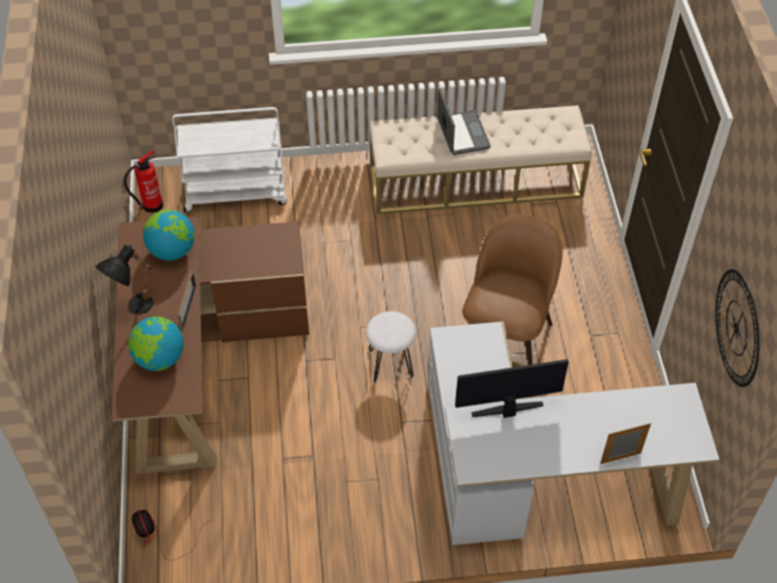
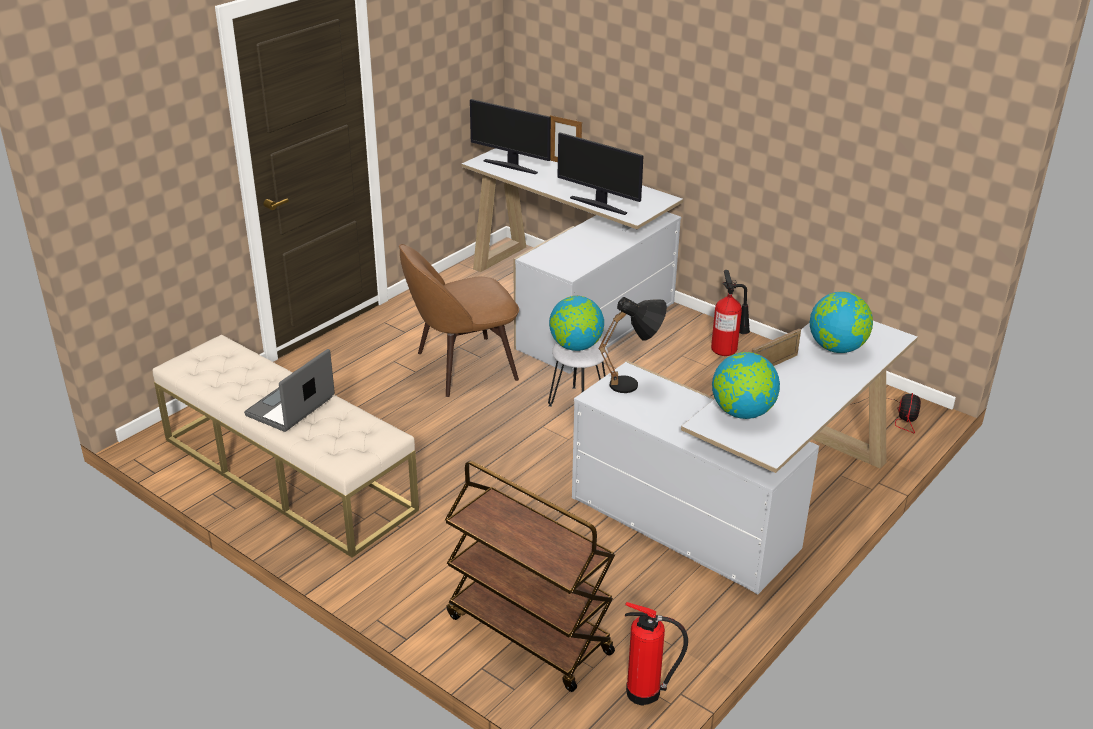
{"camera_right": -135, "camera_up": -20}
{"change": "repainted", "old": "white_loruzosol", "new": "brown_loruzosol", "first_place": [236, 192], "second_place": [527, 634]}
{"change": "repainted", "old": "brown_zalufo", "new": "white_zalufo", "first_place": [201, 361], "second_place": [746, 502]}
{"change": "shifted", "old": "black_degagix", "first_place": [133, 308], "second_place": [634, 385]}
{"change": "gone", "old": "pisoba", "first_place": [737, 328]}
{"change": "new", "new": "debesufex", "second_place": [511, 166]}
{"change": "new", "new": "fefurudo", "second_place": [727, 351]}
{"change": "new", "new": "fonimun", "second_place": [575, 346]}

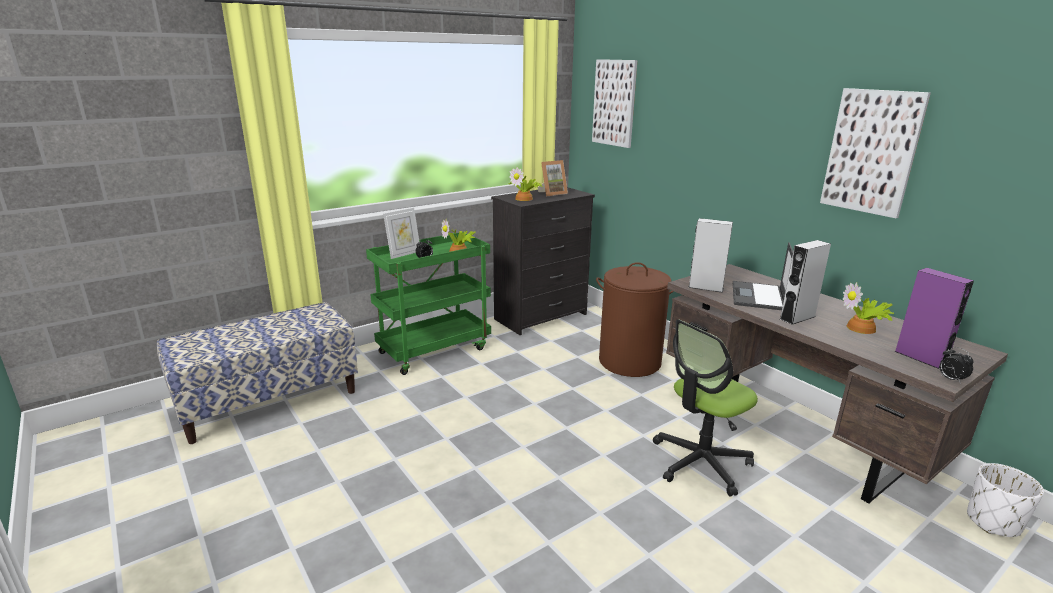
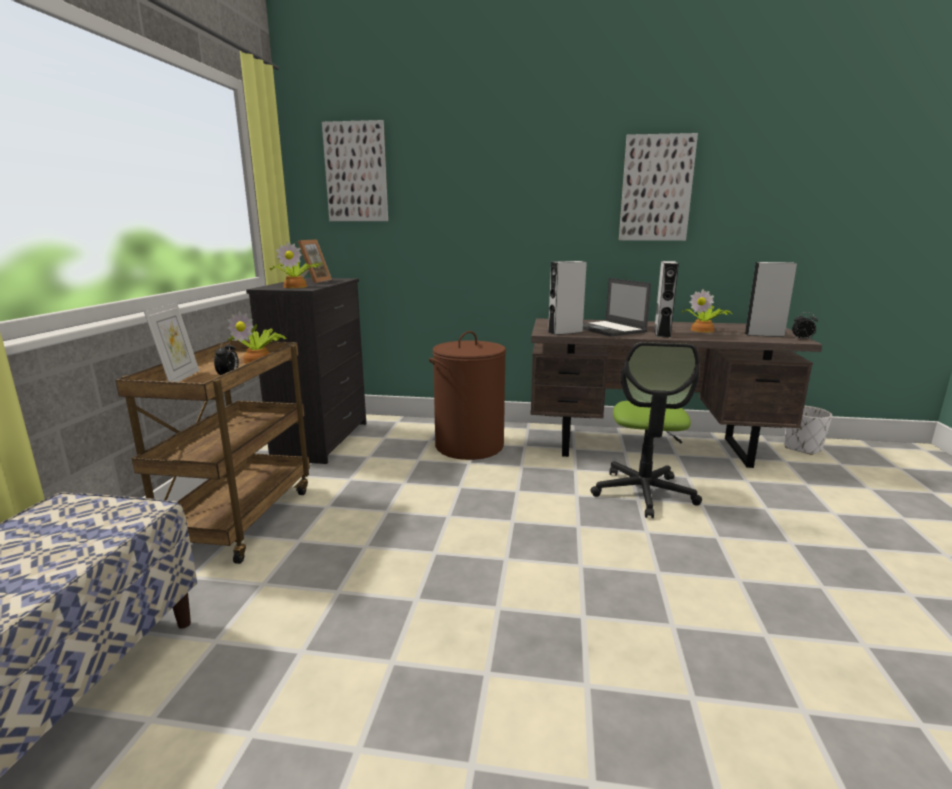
{"camera_right": -45, "camera_up": -5}
{"change": "repainted", "old": "green_loruzosol", "new": "brown_loruzosol", "first_place": [434, 350], "second_place": [240, 518]}
{"change": "repainted", "old": "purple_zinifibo", "new": "grey_zinifibo", "first_place": [920, 358], "second_place": [764, 335]}

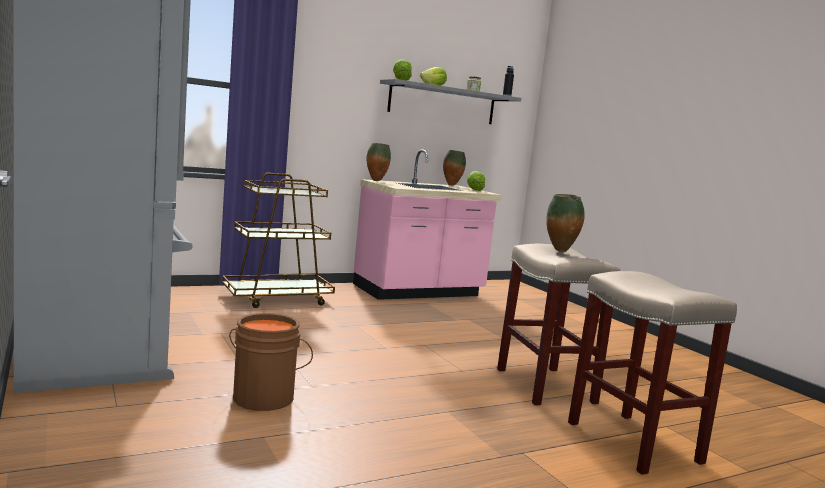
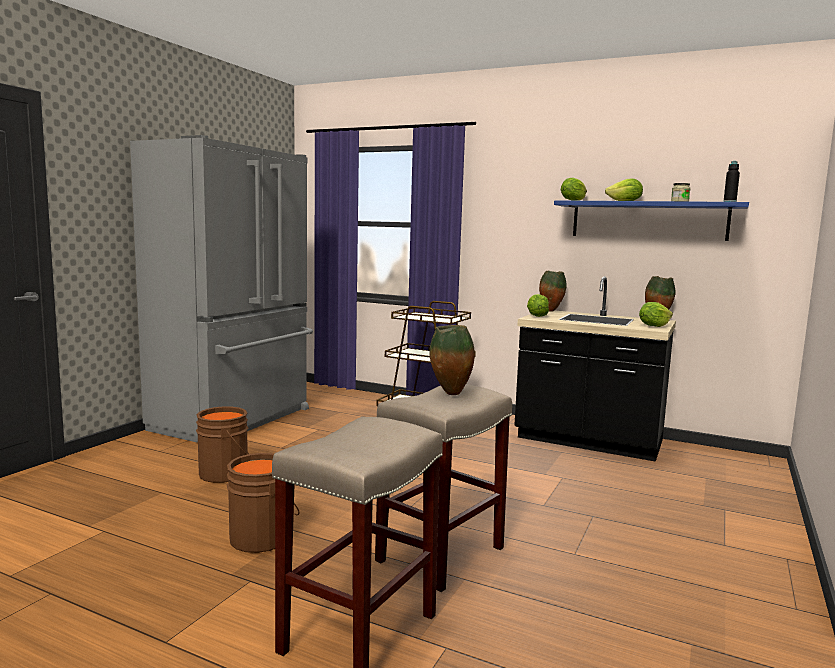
{"camera_right": 55, "camera_up": 0}
{"change": "repainted", "old": "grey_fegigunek", "new": "blue_fegigunek", "first_place": [443, 103], "second_place": [648, 220]}
{"change": "repainted", "old": "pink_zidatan", "new": "black_zidatan", "first_place": [419, 291], "second_place": [588, 441]}
{"change": "new", "new": "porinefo", "second_place": [536, 316]}
{"change": "new", "new": "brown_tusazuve", "second_place": [263, 537]}

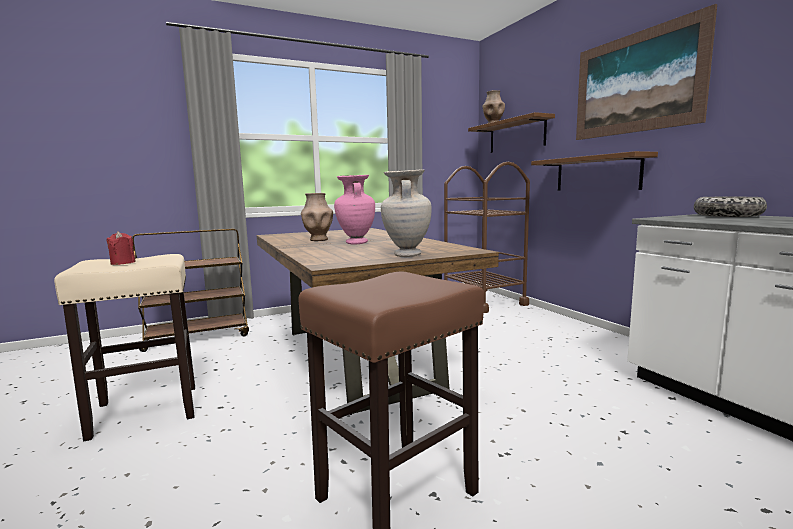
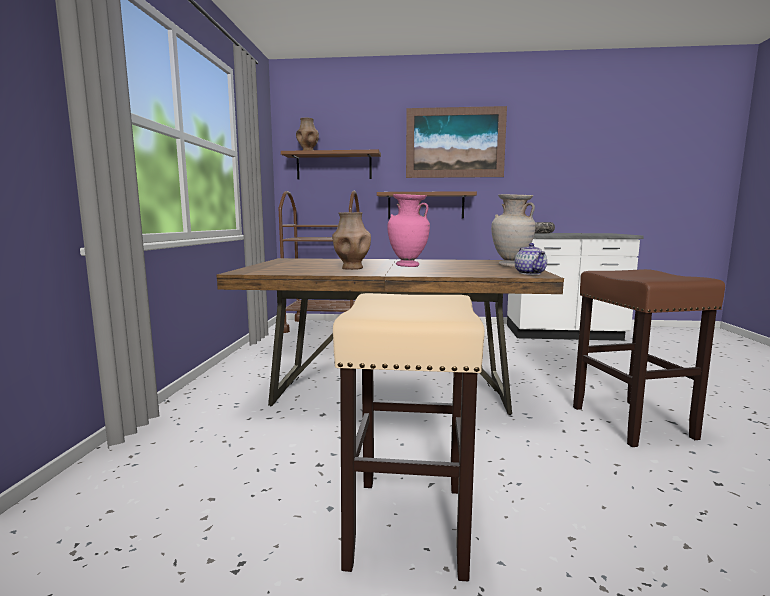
{"camera_right": -60, "camera_up": 0}
{"change": "gone", "old": "brown_loruzosol", "first_place": [198, 337]}
{"change": "gone", "old": "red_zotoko", "first_place": [123, 263]}
{"change": "new", "new": "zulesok", "second_place": [530, 273]}

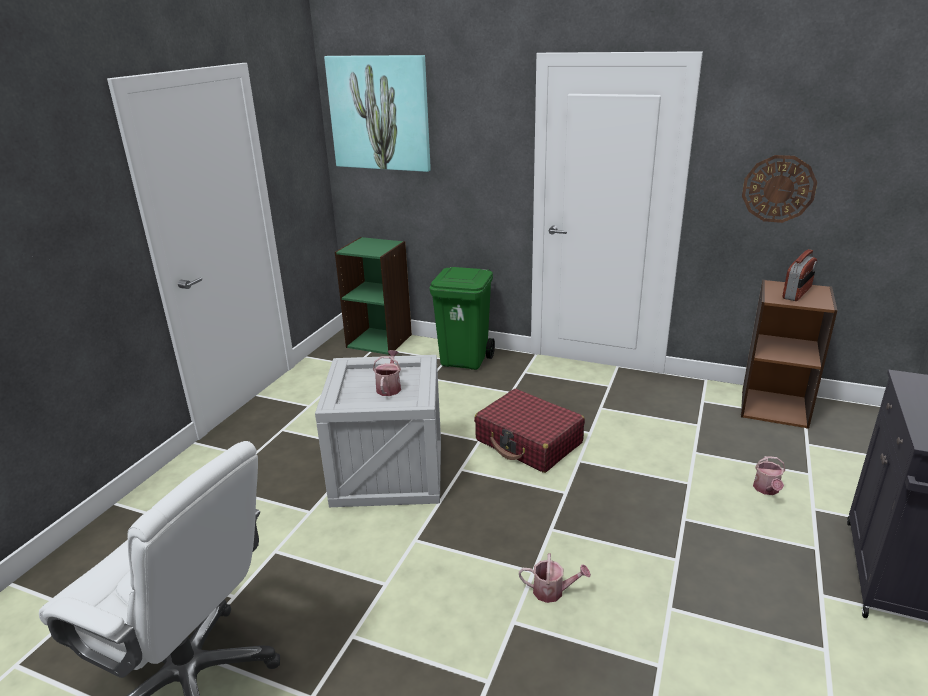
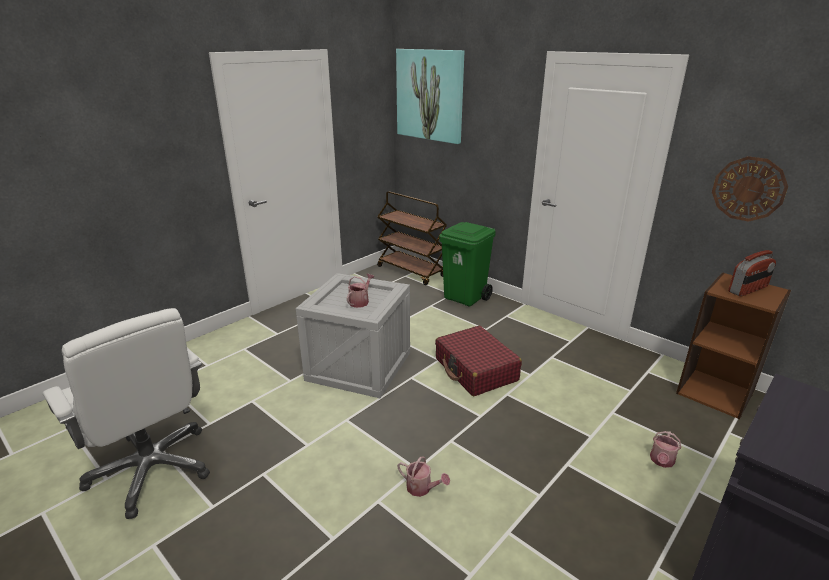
{"camera_right": 20, "camera_up": 0}
{"change": "swapped", "old": "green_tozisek", "new": "brown_loruzosol", "first_place": [379, 340], "second_place": [411, 271]}

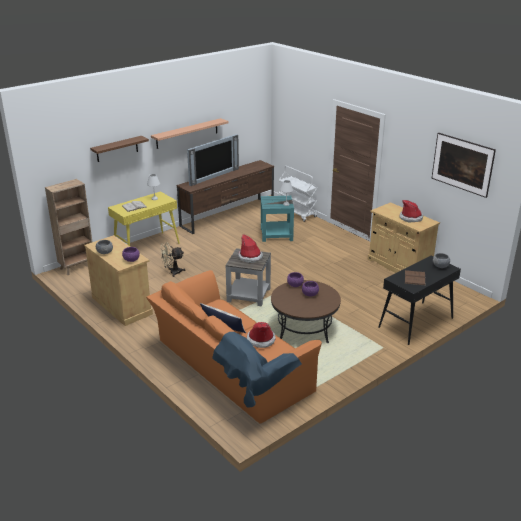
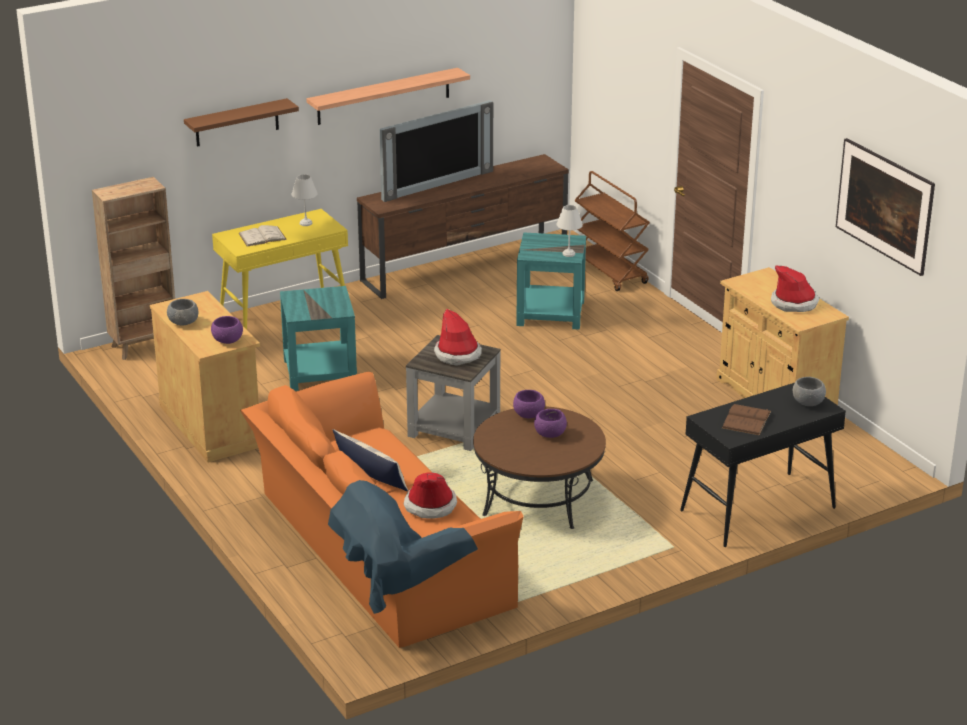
{"camera_right": 10, "camera_up": 0}
{"change": "repainted", "old": "white_loruzosol", "new": "brown_loruzosol", "first_place": [297, 213], "second_place": [610, 272]}
{"change": "swapped", "old": "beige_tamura", "new": "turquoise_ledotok", "first_place": [172, 272], "second_place": [321, 372]}

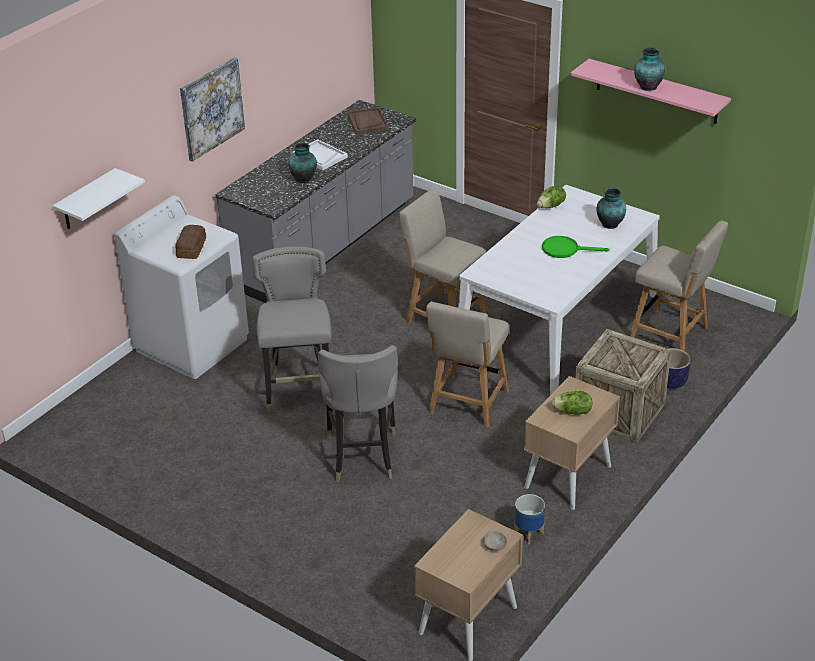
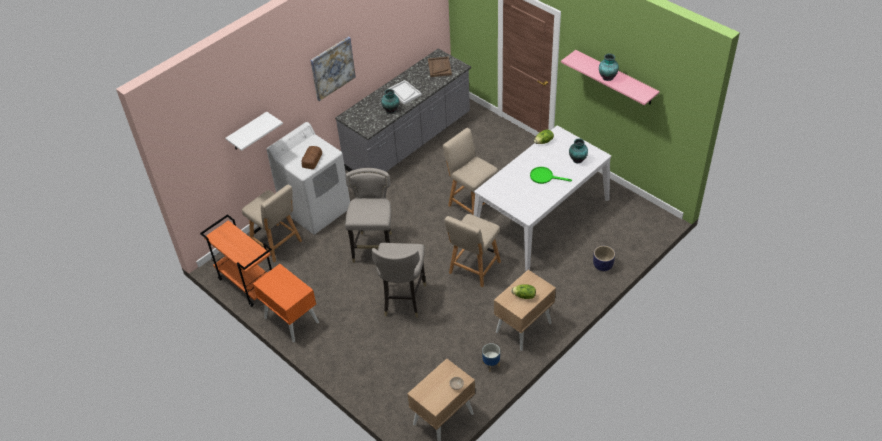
{"camera_right": 10, "camera_up": 10}
{"change": "shifted", "old": "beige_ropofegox", "first_place": [672, 335], "second_place": [277, 244]}
{"change": "gone", "old": "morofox", "first_place": [619, 412]}
{"change": "new", "new": "orange_loruzosol", "second_place": [247, 283]}
{"change": "new", "new": "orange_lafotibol", "second_place": [291, 320]}

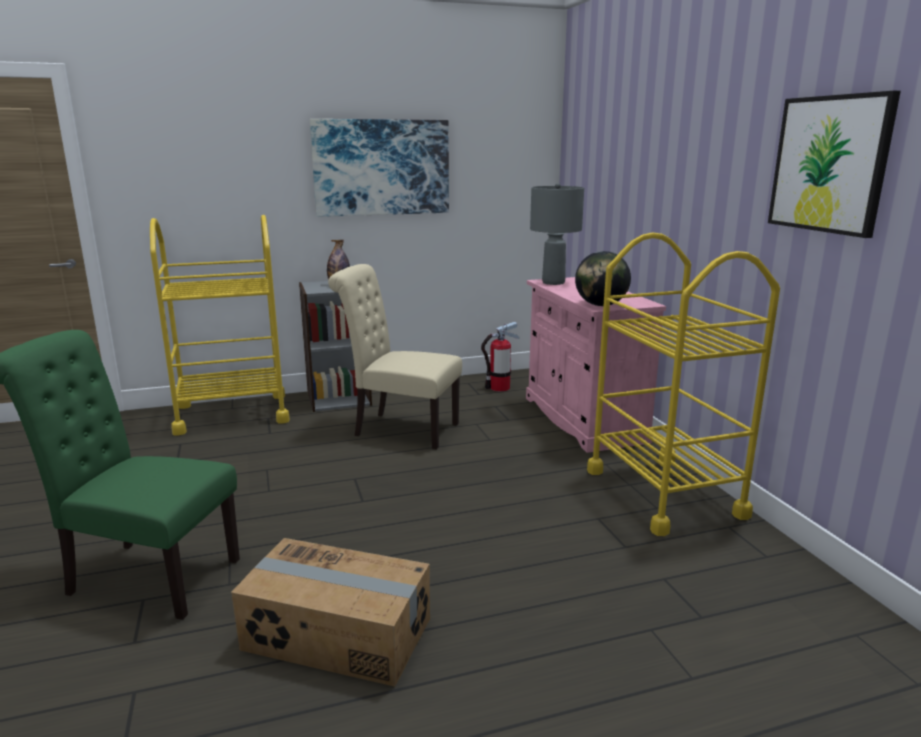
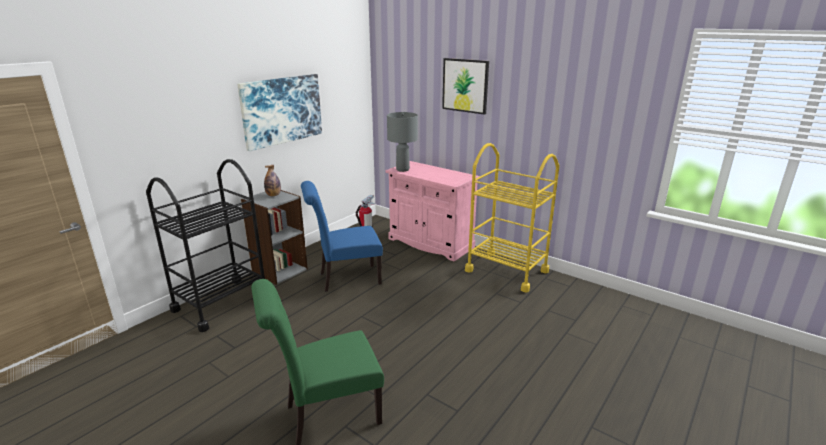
{"camera_right": -35, "camera_up": 5}
{"change": "shifted", "old": "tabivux", "first_place": [829, 164], "second_place": [465, 85]}
{"change": "repainted", "old": "yellow_loruzosol", "new": "black_loruzosol", "first_place": [232, 414], "second_place": [221, 303]}
{"change": "gone", "old": "fonimun", "first_place": [600, 305]}
{"change": "repainted", "old": "beige_ropofegox", "new": "blue_ropofegox", "first_place": [400, 429], "second_place": [345, 278]}
{"change": "gone", "old": "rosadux", "first_place": [337, 635]}

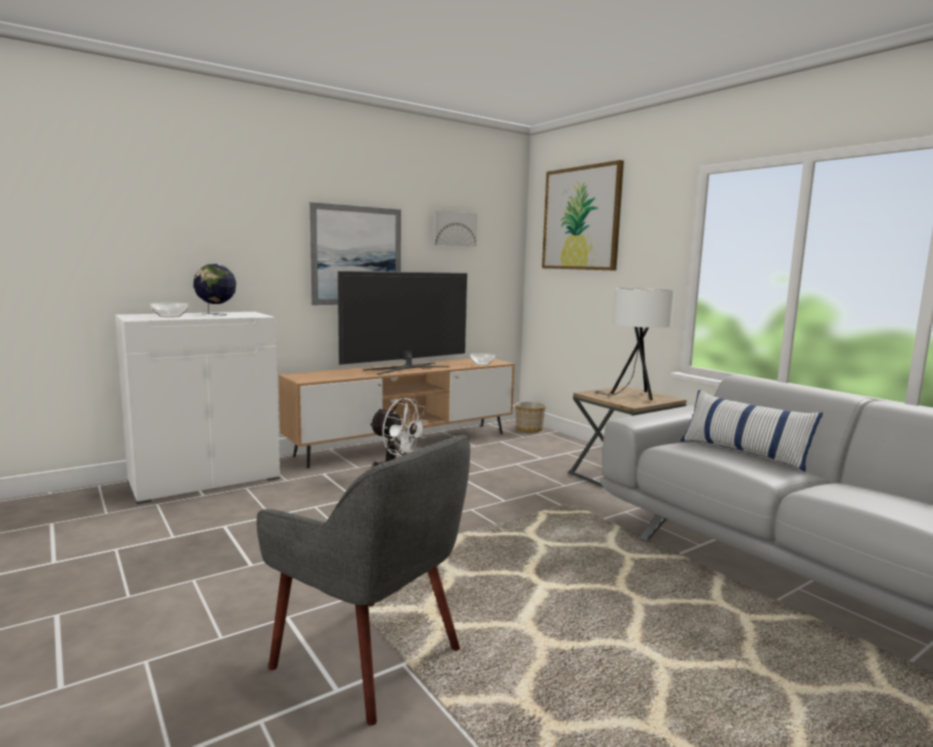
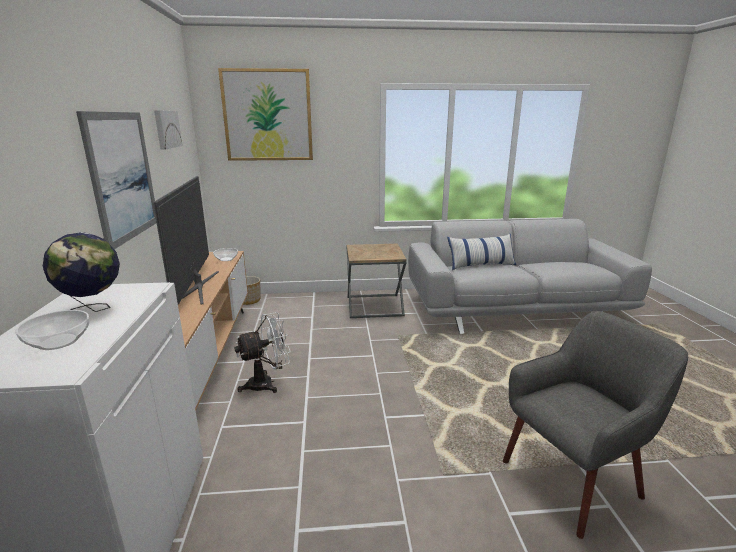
{"camera_right": -60, "camera_up": 10}
{"change": "gone", "old": "white_degagix", "first_place": [633, 396]}

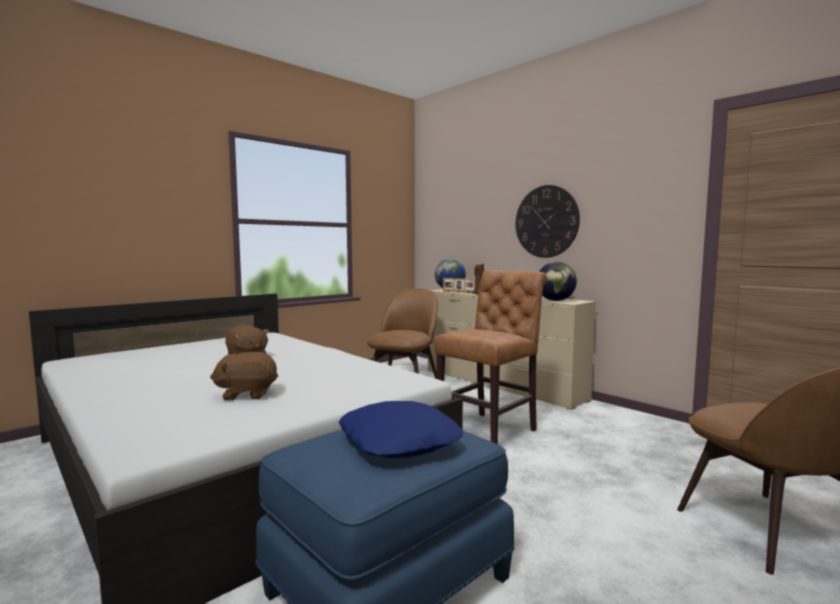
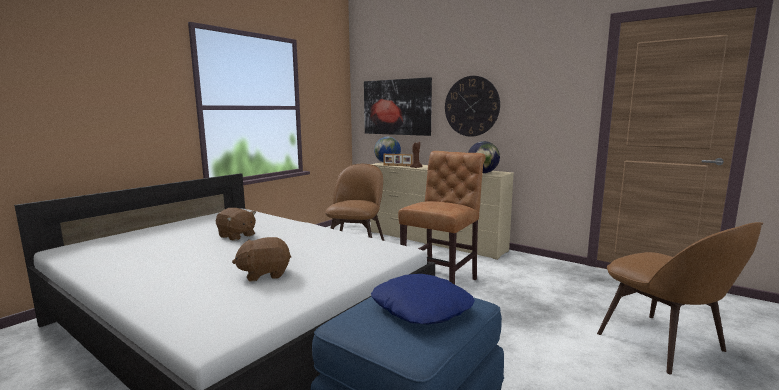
{"camera_right": -10, "camera_up": 5}
{"change": "new", "new": "tabivux", "second_place": [396, 107]}

